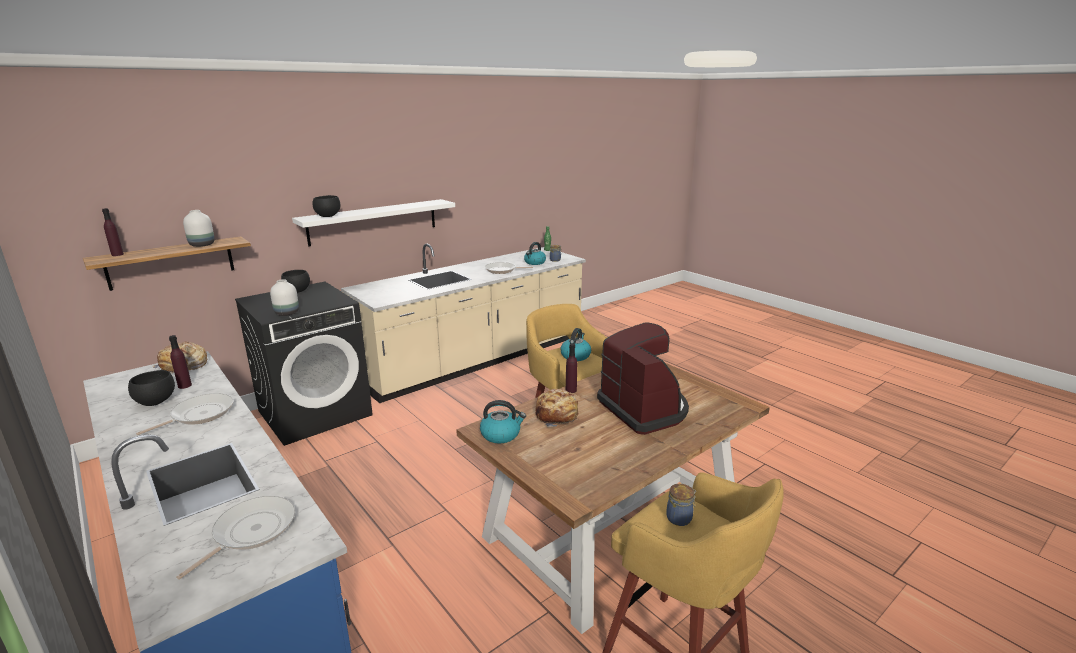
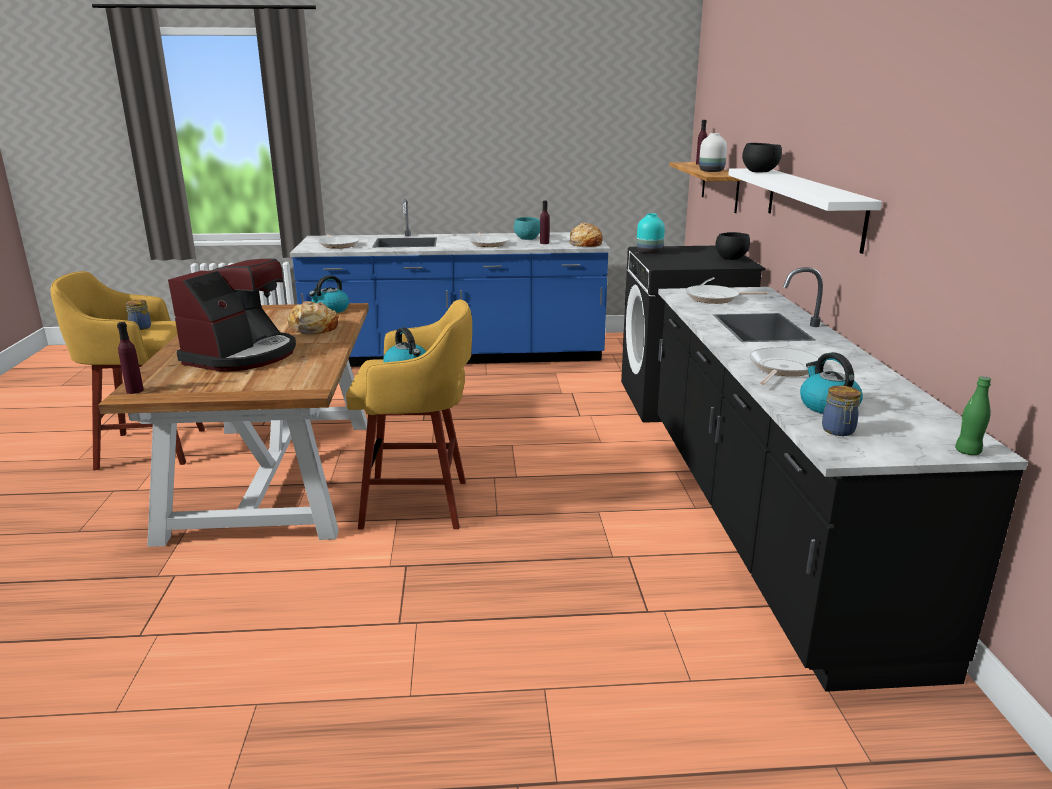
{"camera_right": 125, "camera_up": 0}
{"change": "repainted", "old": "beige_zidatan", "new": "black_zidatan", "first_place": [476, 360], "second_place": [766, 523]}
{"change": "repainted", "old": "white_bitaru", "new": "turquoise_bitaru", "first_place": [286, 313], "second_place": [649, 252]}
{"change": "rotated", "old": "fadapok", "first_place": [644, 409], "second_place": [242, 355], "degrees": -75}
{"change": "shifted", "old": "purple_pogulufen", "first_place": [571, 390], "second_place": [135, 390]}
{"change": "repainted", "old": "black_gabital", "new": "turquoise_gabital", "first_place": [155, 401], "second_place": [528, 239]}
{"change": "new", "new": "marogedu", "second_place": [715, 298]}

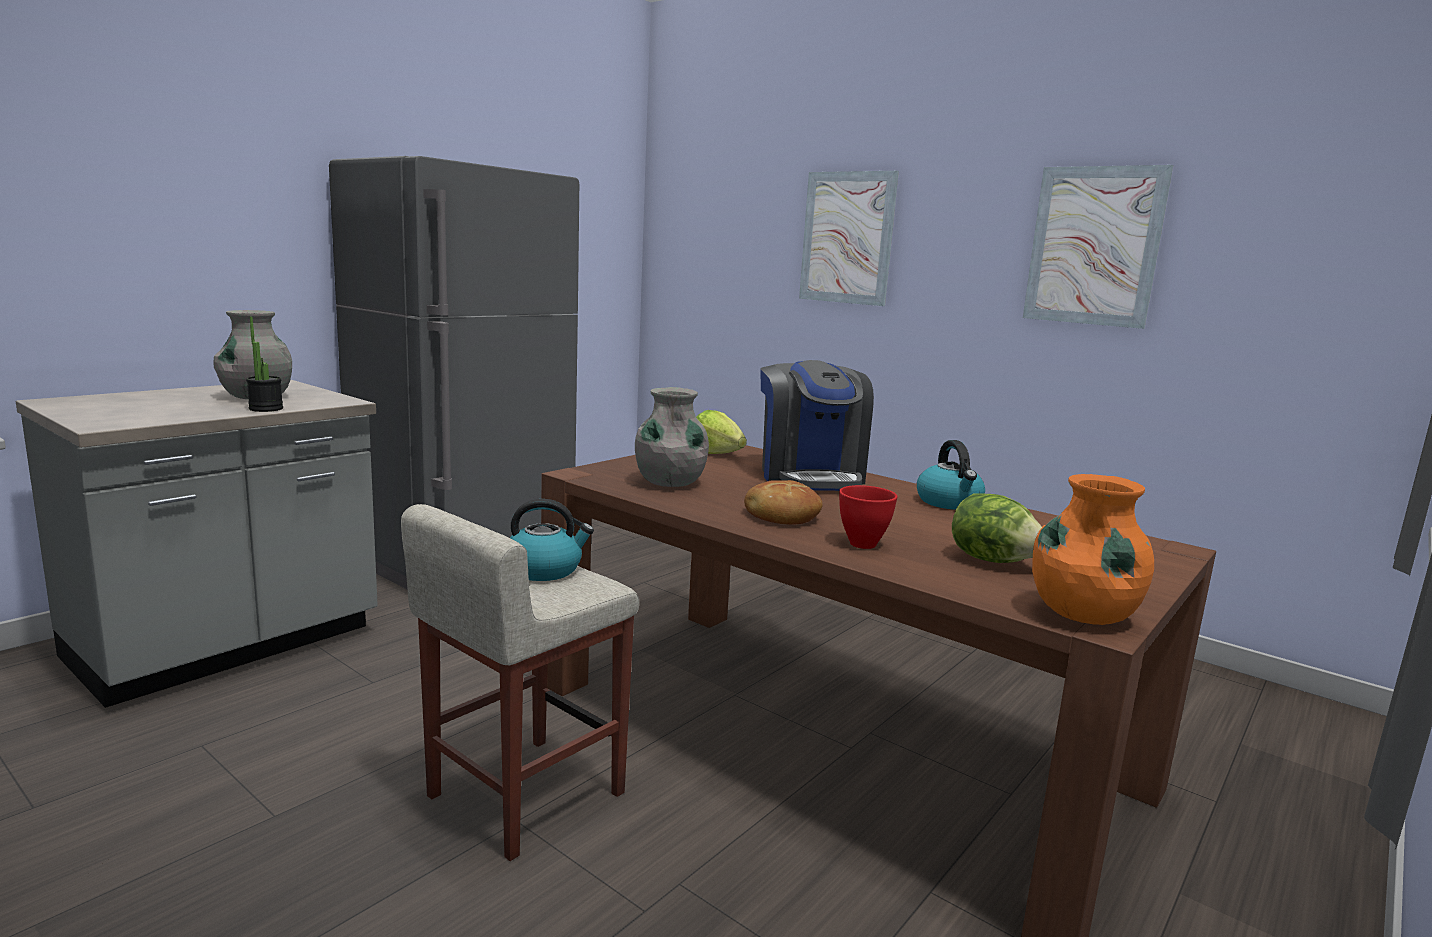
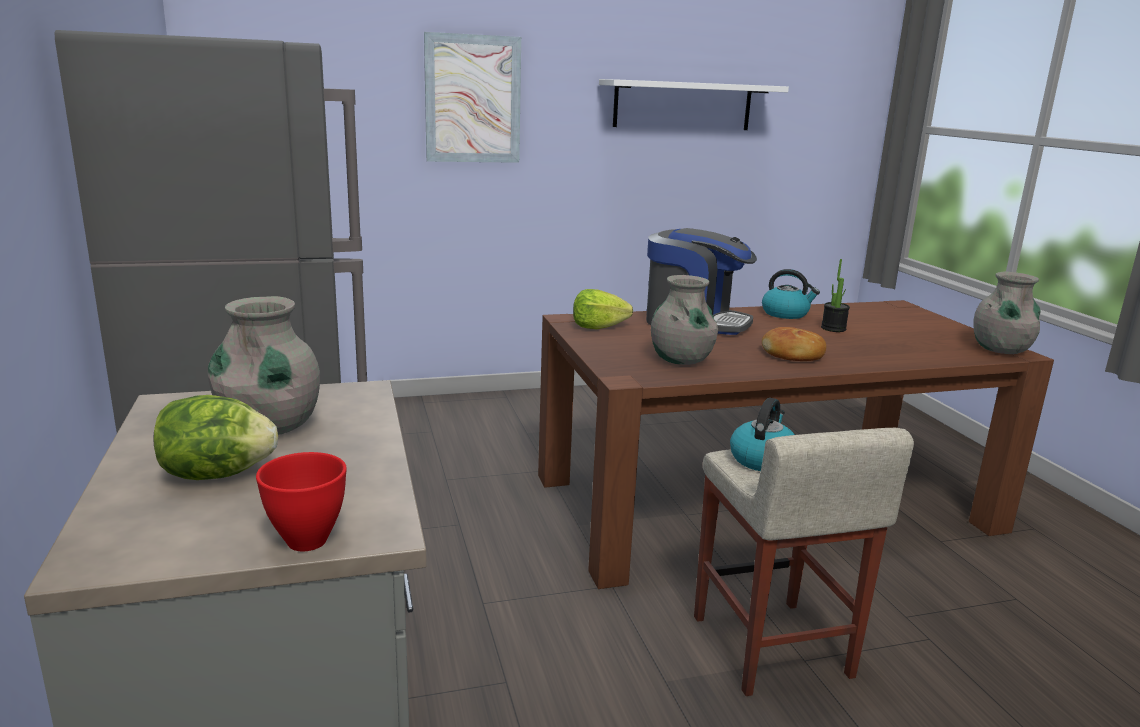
{"camera_right": -55, "camera_up": 5}
{"change": "swapped", "old": "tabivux", "new": "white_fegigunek", "first_place": [1094, 246], "second_place": [683, 105]}
{"change": "shifted", "old": "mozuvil", "first_place": [266, 409], "second_place": [833, 328]}
{"change": "repainted", "old": "orange_bitaru", "new": "grey_bitaru", "first_place": [1082, 614], "second_place": [1000, 350]}
{"change": "shifted", "old": "red_gabital", "first_place": [864, 544], "second_place": [308, 540]}
{"change": "shifted", "old": "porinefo", "first_place": [992, 560], "second_place": [217, 474]}

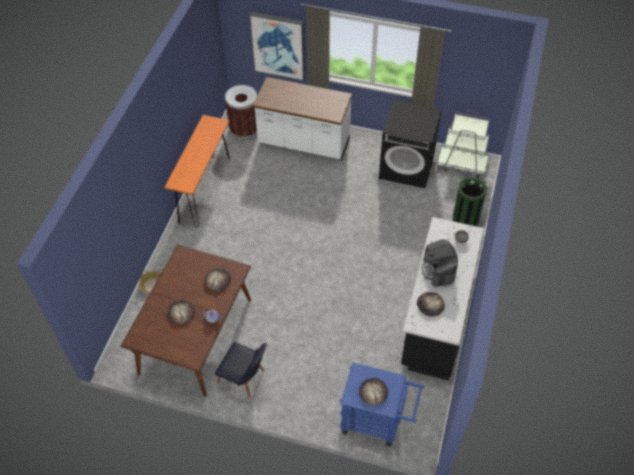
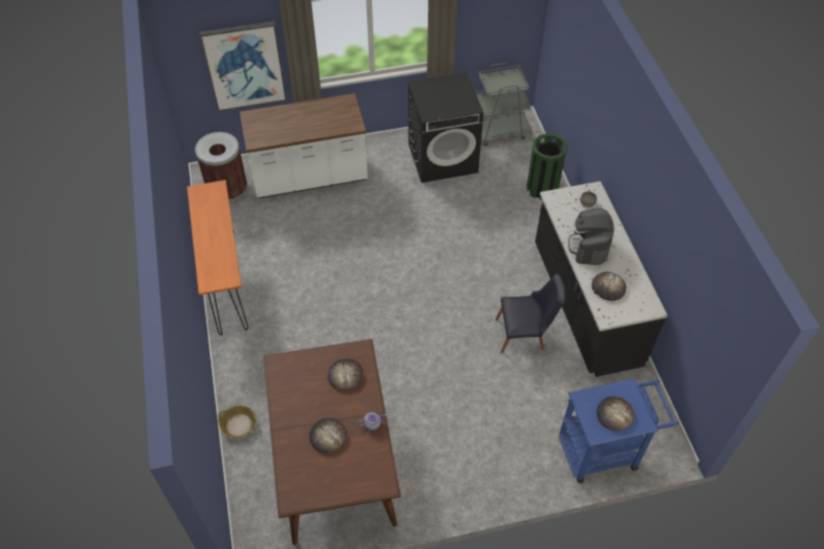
{"camera_right": -30, "camera_up": 0}
{"change": "rotated", "old": "fadapok", "first_place": [438, 270], "second_place": [589, 246], "degrees": 45}
{"change": "shifted", "old": "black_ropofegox", "first_place": [245, 379], "second_place": [525, 335]}

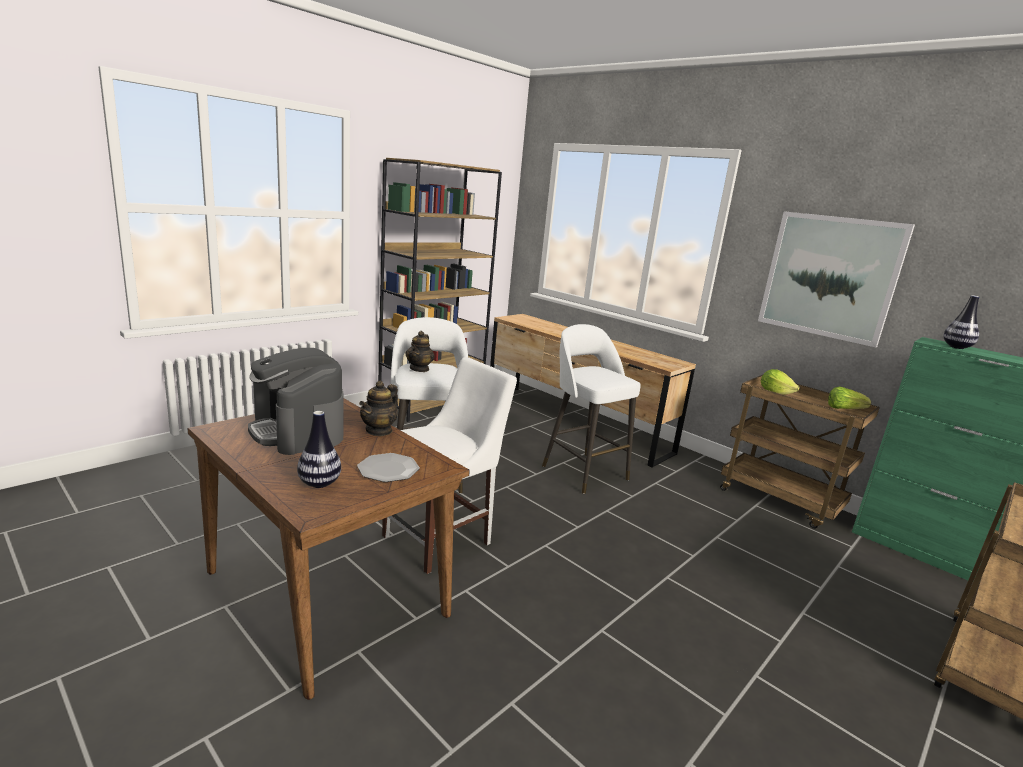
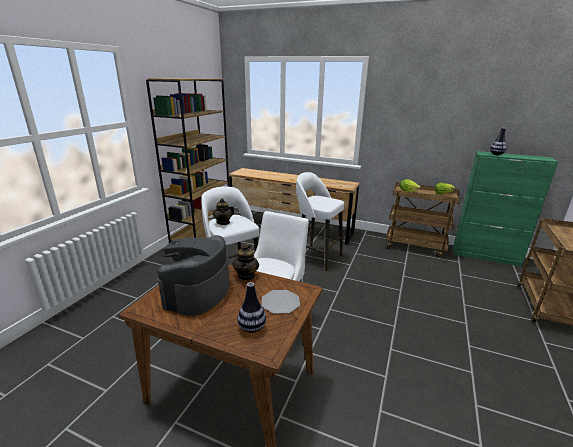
{"camera_right": -20, "camera_up": 5}
{"change": "gone", "old": "tabivux", "first_place": [830, 277]}
{"change": "rotated", "old": "fadapok", "first_place": [298, 431], "second_place": [197, 292], "degrees": 75}

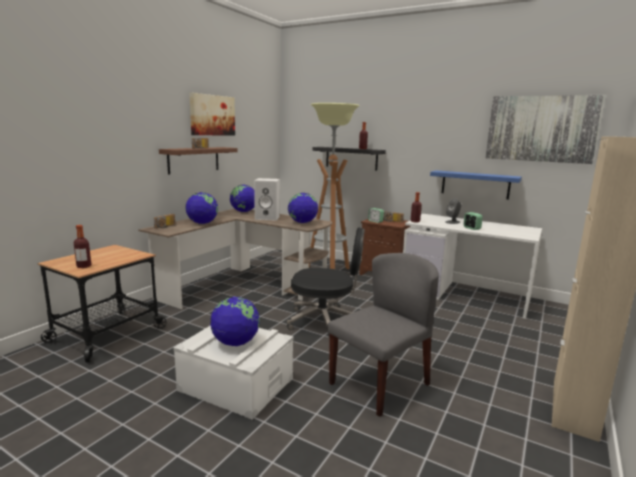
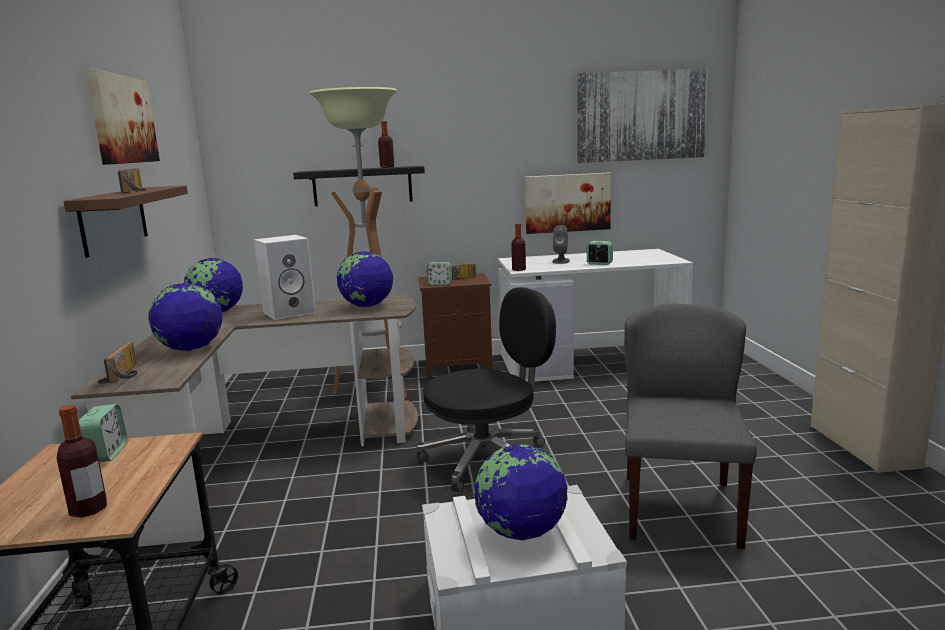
{"camera_right": -35, "camera_up": 0}
{"change": "swapped", "old": "blue_fegigunek", "new": "tabivux", "first_place": [475, 184], "second_place": [567, 203]}
{"change": "new", "new": "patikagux", "second_place": [106, 454]}

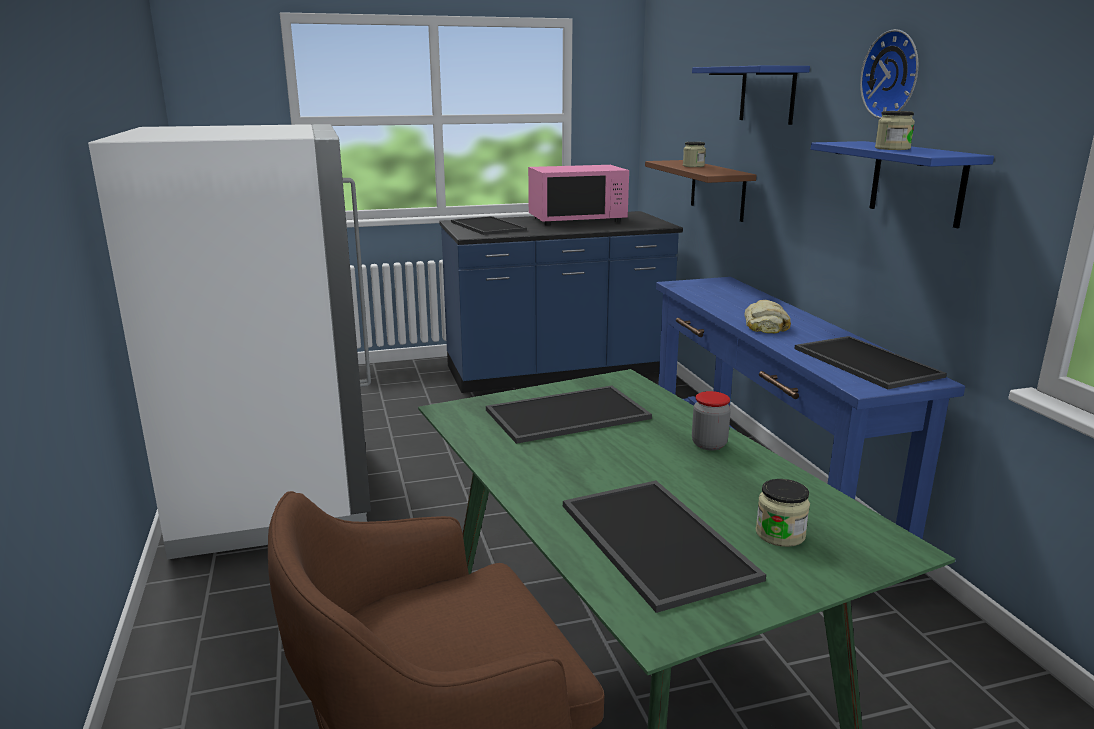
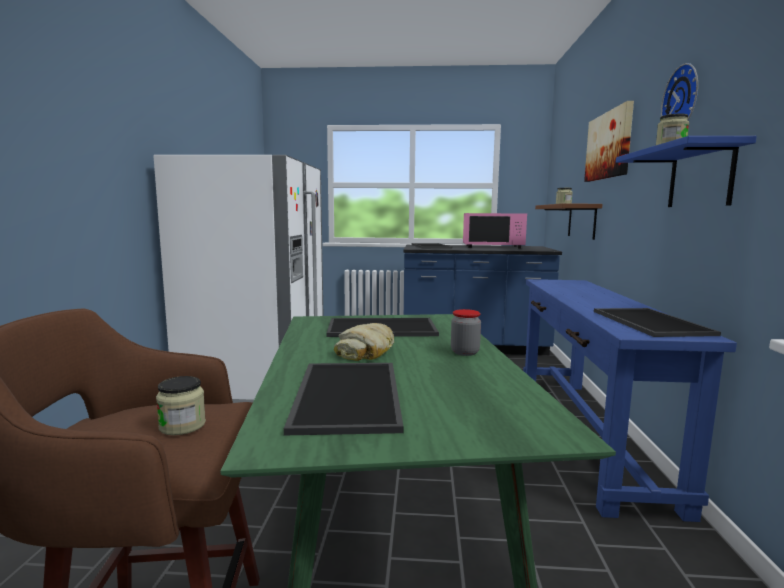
{"camera_right": 20, "camera_up": -10}
{"change": "swapped", "old": "blue_fegigunek", "new": "tabivux", "first_place": [767, 94], "second_place": [609, 145]}
{"change": "shifted", "old": "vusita", "first_place": [765, 325], "second_place": [367, 351]}
{"change": "shifted", "old": "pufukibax", "first_place": [780, 534], "second_place": [182, 426]}

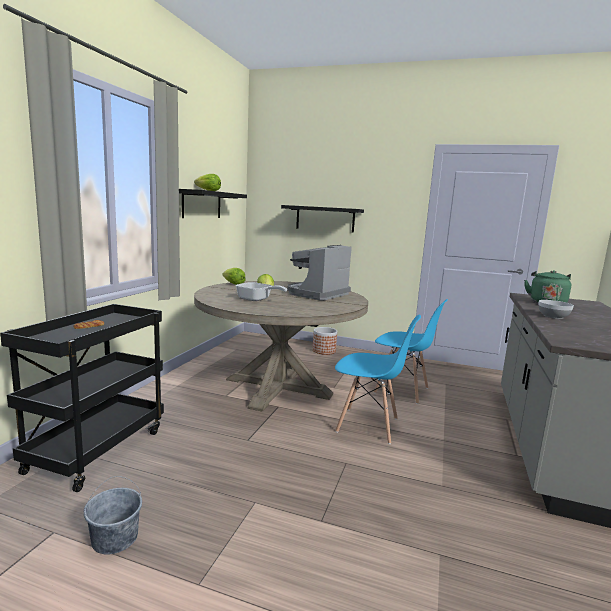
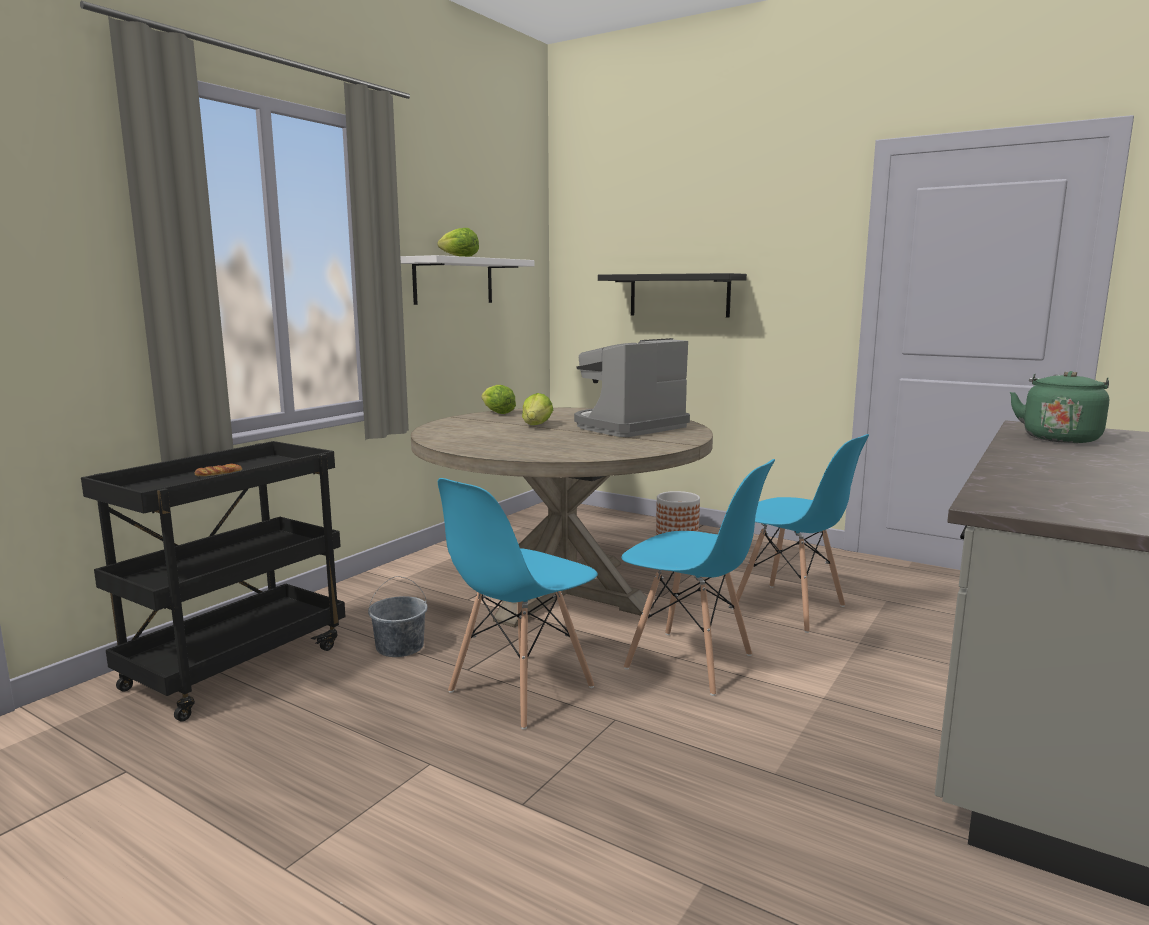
{"camera_right": 15, "camera_up": 0}
{"change": "repainted", "old": "black_fegigunek", "new": "white_fegigunek", "first_place": [202, 204], "second_place": [453, 281]}
{"change": "gone", "old": "marogedu", "first_place": [257, 299]}
{"change": "gone", "old": "gabital", "first_place": [553, 316]}
{"change": "shifted", "old": "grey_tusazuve", "first_place": [114, 538], "second_place": [399, 647]}
{"change": "new", "new": "blue_ropofegox", "second_place": [520, 689]}

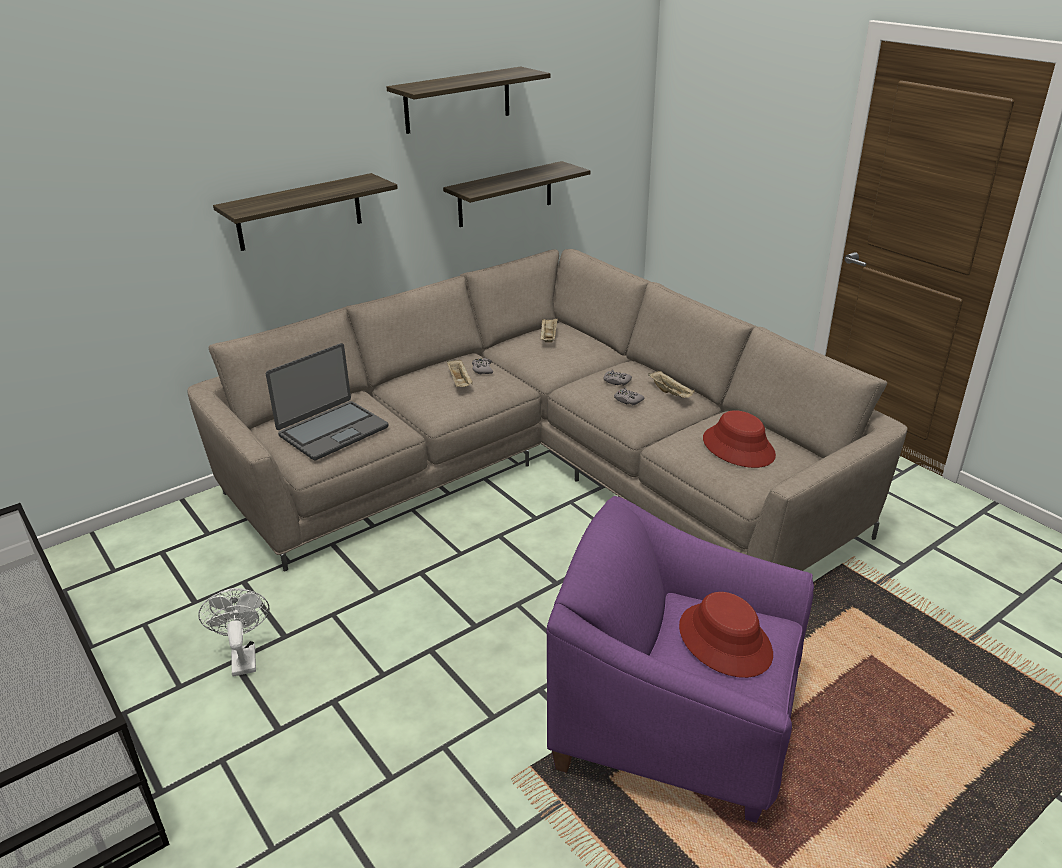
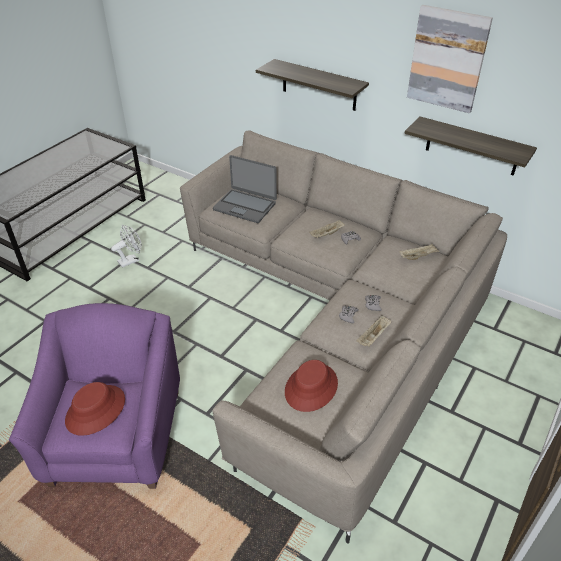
{"camera_right": 70, "camera_up": 10}
{"change": "swapped", "old": "fegigunek", "new": "tabivux", "first_place": [457, 100], "second_place": [447, 59]}

